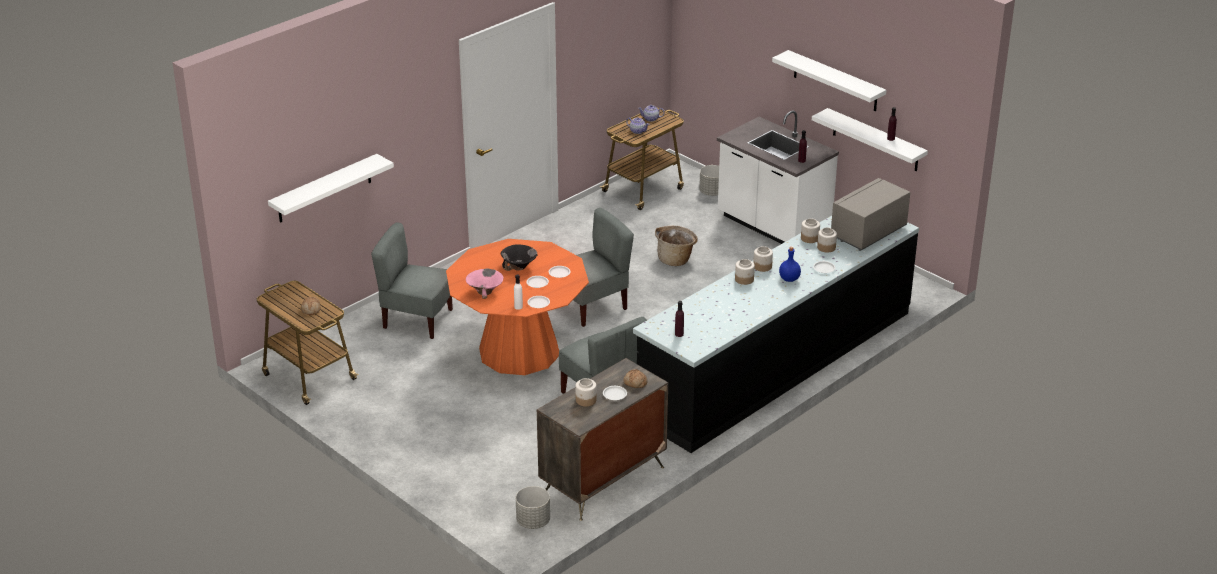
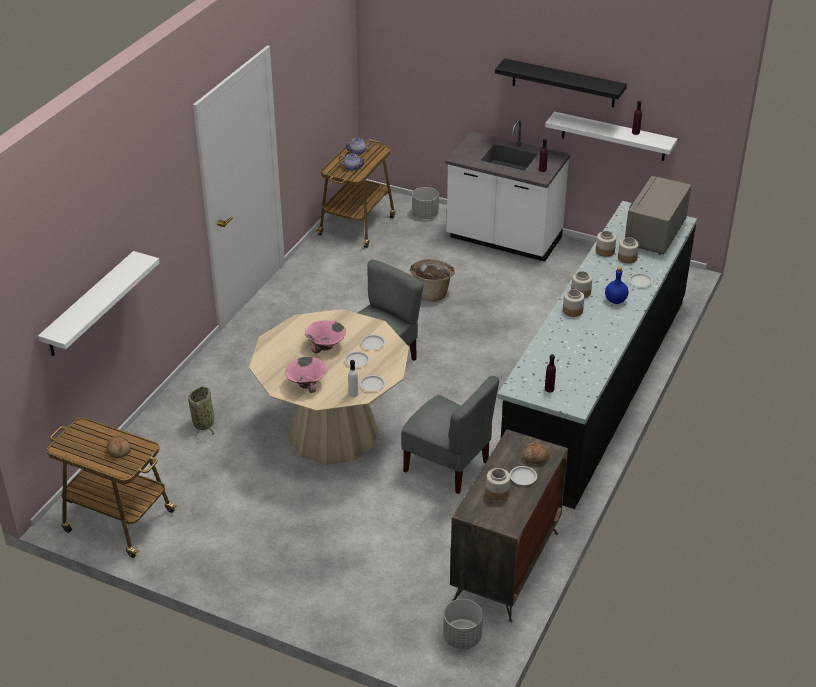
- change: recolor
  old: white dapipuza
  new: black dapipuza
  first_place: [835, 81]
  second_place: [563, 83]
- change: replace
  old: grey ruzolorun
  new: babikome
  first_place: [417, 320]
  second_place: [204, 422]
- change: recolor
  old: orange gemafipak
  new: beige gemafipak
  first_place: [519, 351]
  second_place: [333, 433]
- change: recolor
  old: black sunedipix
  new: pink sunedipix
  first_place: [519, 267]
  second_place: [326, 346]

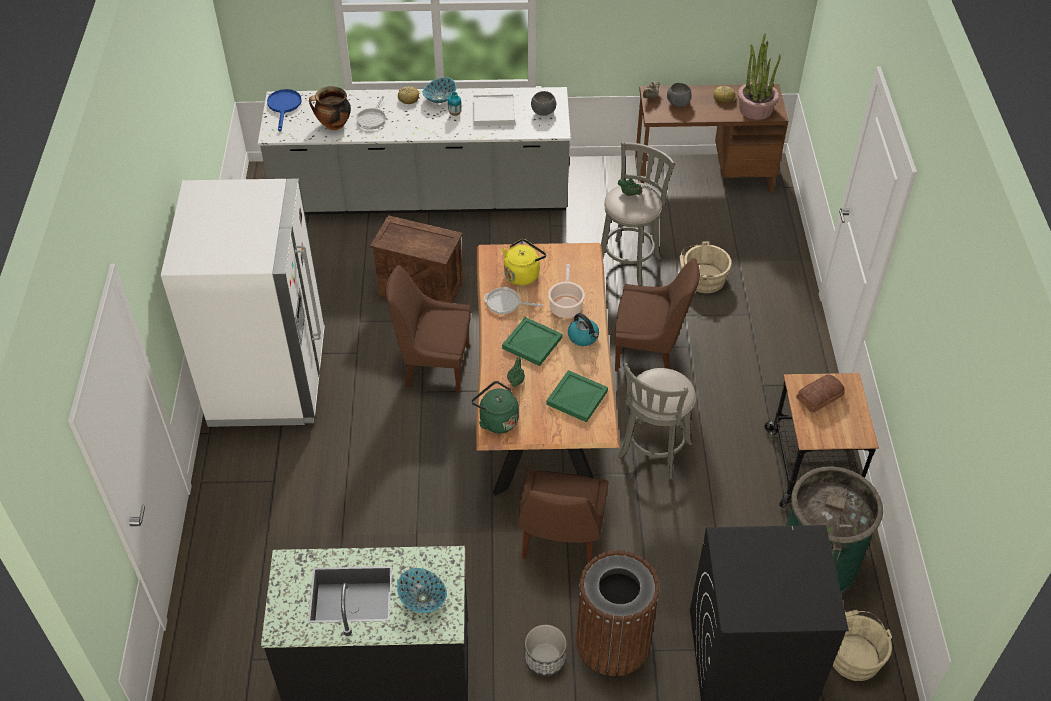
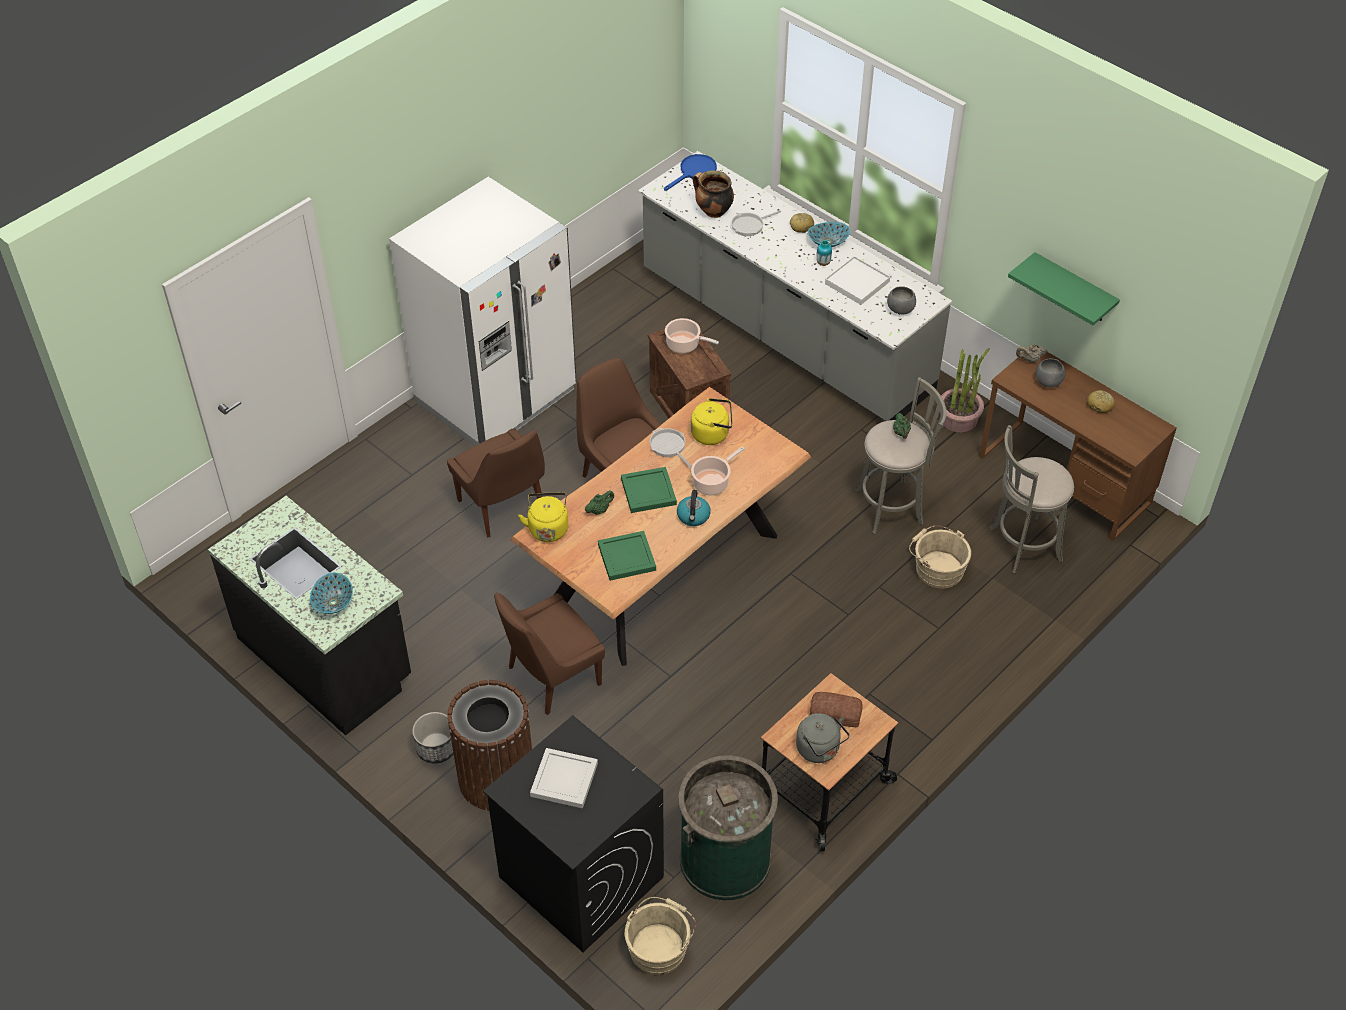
- change: move
  old: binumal
  first_place: [755, 108]
  second_place: [959, 418]
- change: move
  old: brown ruzolorun
  first_place: [649, 352]
  second_place: [503, 507]
- change: move
  old: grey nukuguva
  first_place: [653, 453]
  second_place: [1021, 545]
- change: recolor
  old: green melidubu
  new: yellow melidubu
  first_place: [496, 420]
  second_place: [548, 528]
- change: insert
  new: green dapipuza
  second_place: [1073, 289]
- change: insert
  new: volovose
  second_place: [684, 345]
- change: insert
  new: grey melidubu
  second_place: [820, 750]
- change: insert
  new: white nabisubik
  second_place: [565, 779]

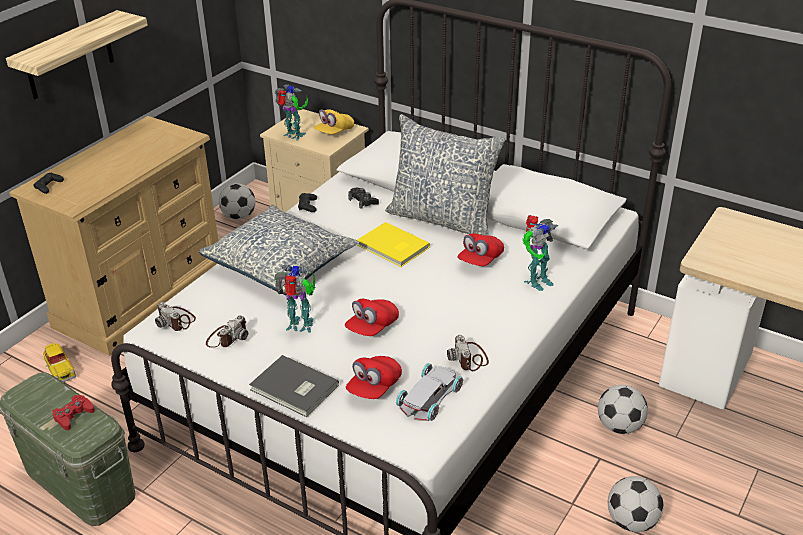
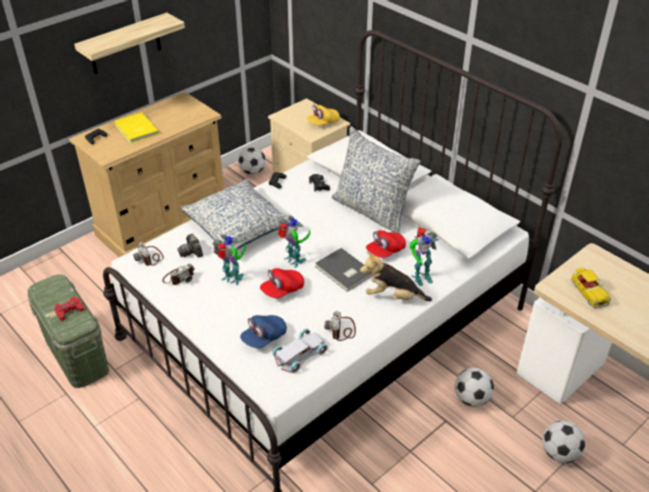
- change: move
  old: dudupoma
  first_place: [294, 136]
  second_place: [294, 261]
- change: move
  old: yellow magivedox
  first_place: [392, 247]
  second_place: [135, 130]
- change: move
  old: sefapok
  first_place: [60, 368]
  second_place: [588, 292]
- change: move
  old: grey magivedox
  first_place: [294, 389]
  second_place: [343, 272]
- change: recolor
  old: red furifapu
  new: blue furifapu
  first_place: [374, 387]
  second_place: [264, 338]
- change: move
  old: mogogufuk
  first_place: [631, 521]
  second_place: [559, 453]
- change: insert
  new: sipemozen
  second_place: [191, 252]
- change: insert
  new: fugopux
  second_place: [393, 296]

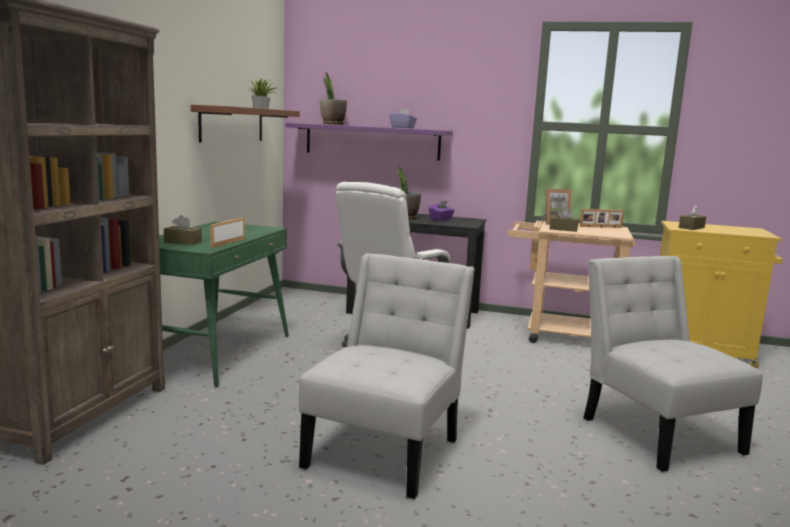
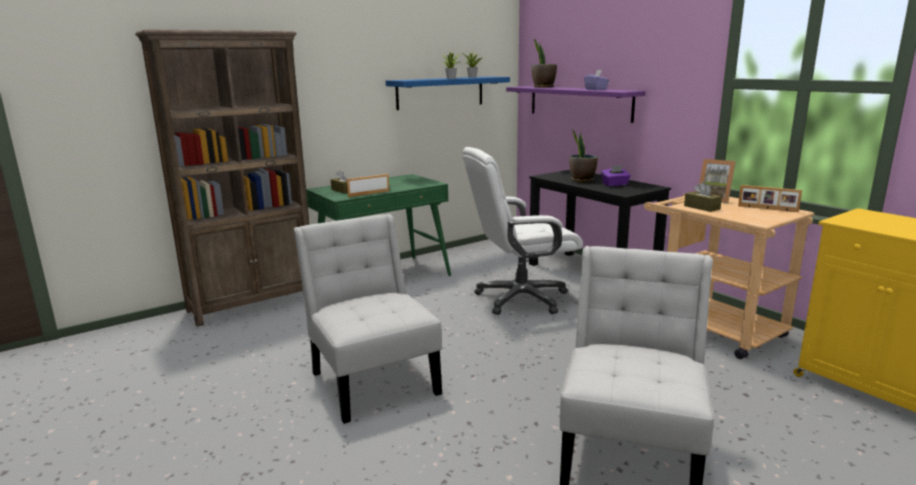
- change: recolor
  old: brown dapipuza
  new: blue dapipuza
  first_place: [232, 124]
  second_place: [440, 92]
- change: delete
  old: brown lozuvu
  first_place: [691, 228]
- change: rotate
  old: white ruzolorun
  first_place: [386, 449]
  second_place: [372, 379]
  degrees: -90

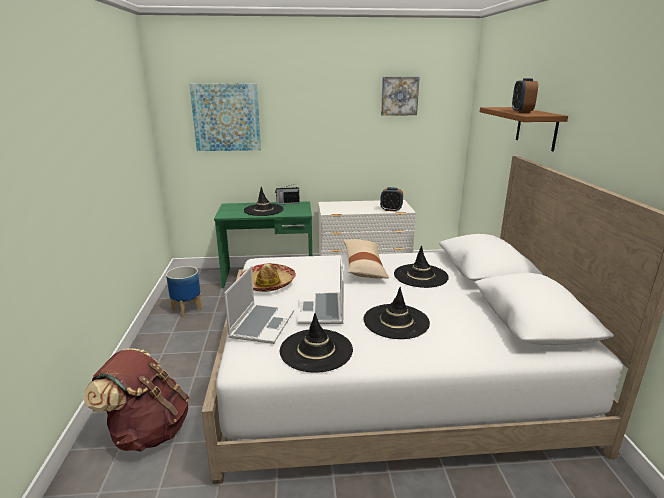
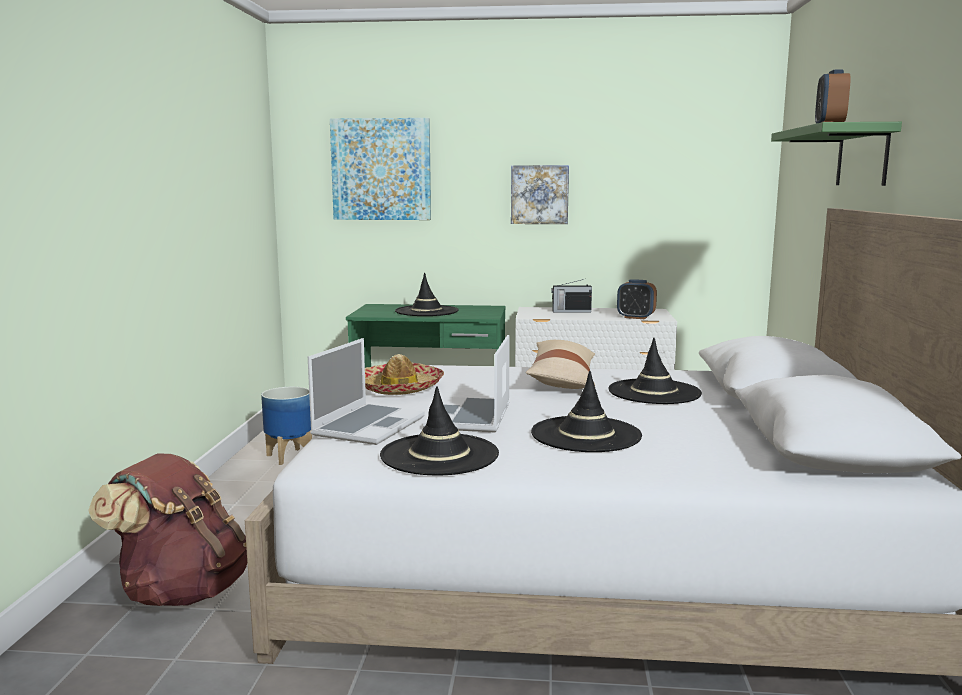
- change: move
  old: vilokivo
  first_place: [399, 96]
  second_place: [539, 194]
- change: recolor
  old: brown dapipuza
  new: green dapipuza
  first_place: [536, 128]
  second_place: [862, 156]
- change: move
  old: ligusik
  first_place: [287, 203]
  second_place: [570, 311]

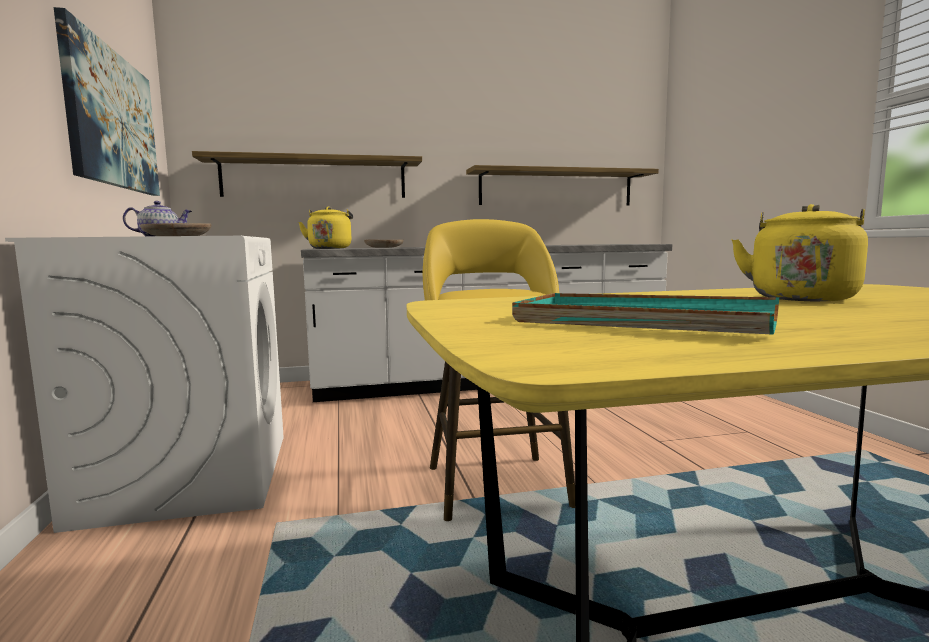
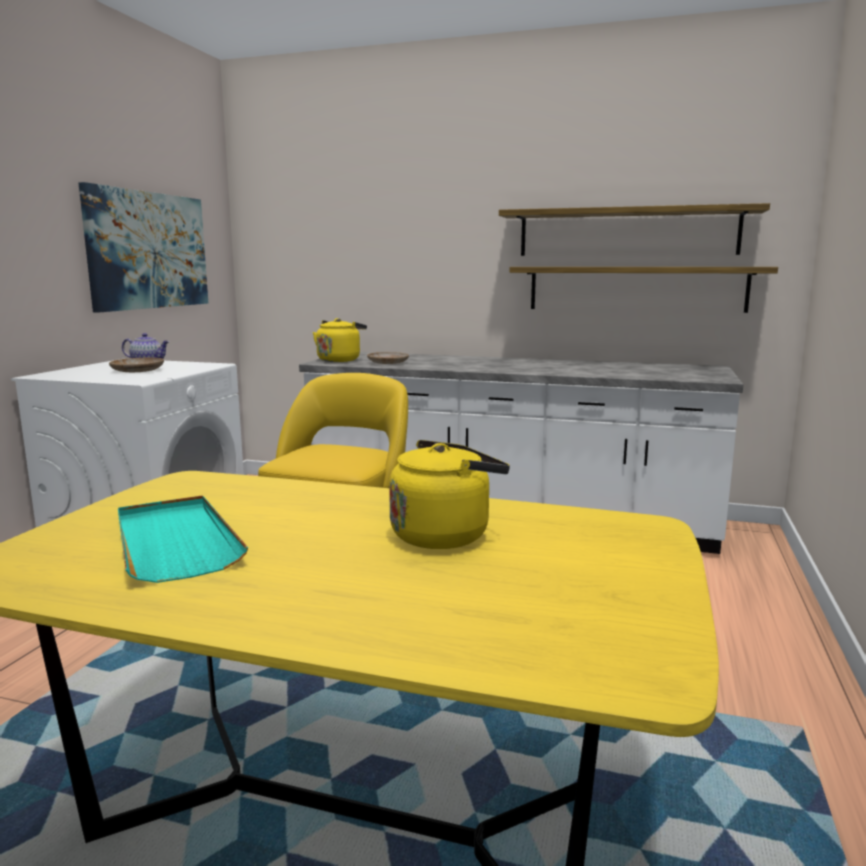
- change: move
  old: dapipuza
  first_place: [315, 178]
  second_place: [627, 232]

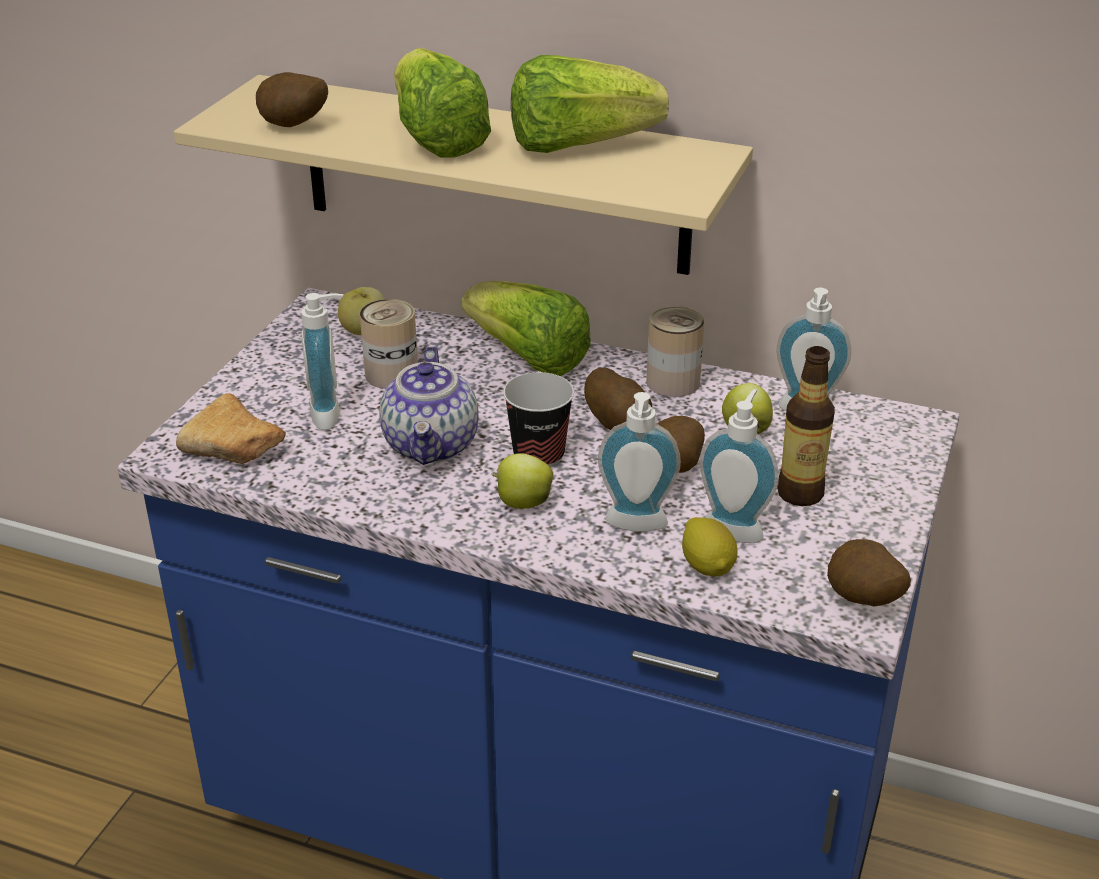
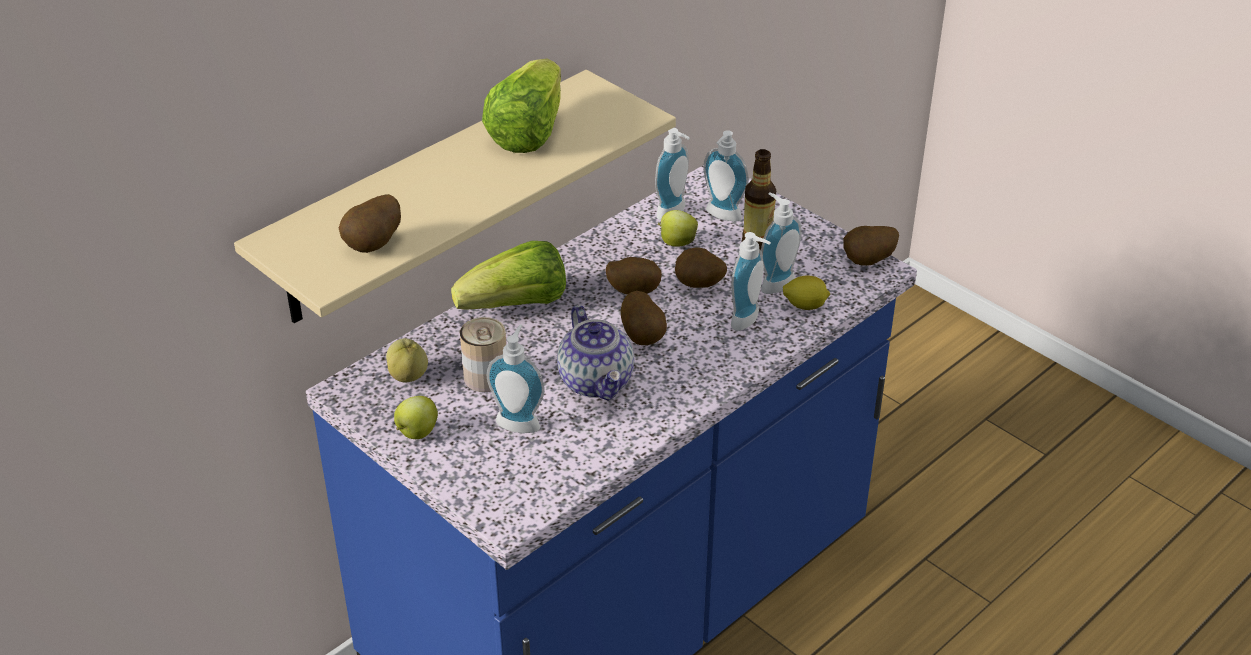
- change: delete
  old: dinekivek
  first_place: [436, 139]
- change: delete
  old: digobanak
  first_place: [673, 382]
- change: rotate
  old: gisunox
  first_place: [432, 445]
  second_place: [597, 381]
  degrees: 45
- change: replace
  old: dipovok
  new: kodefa
  first_place: [539, 455]
  second_place: [644, 337]
- change: delete
  old: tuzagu
  first_place: [238, 450]
- change: move
  old: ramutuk
  first_place: [522, 503]
  second_place: [416, 433]
- change: insert
  new: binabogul
  second_place: [721, 216]

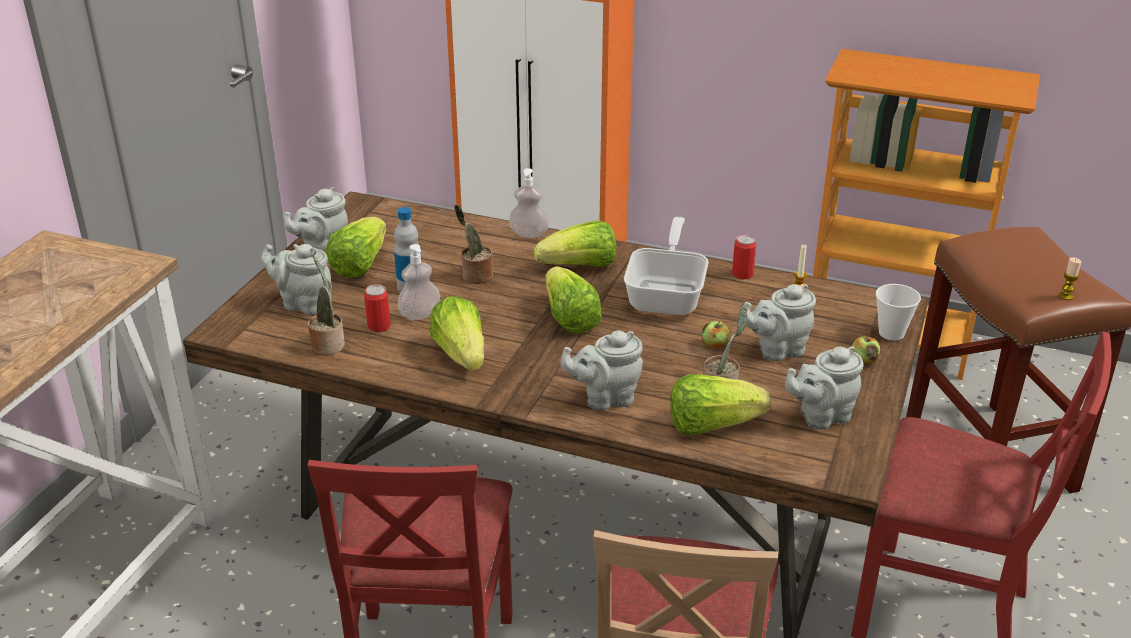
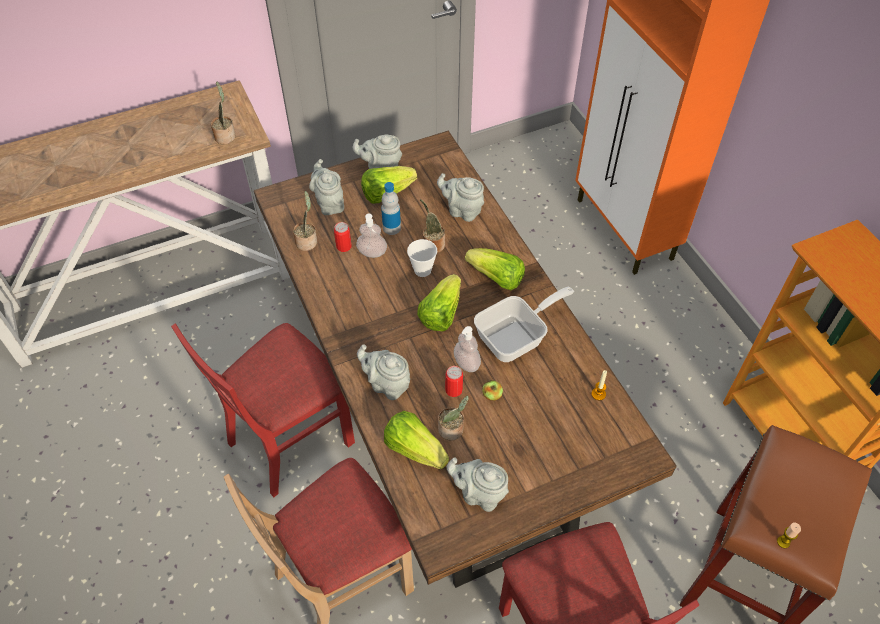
- change: move
  old: binabogul
  first_place: [529, 234]
  second_place: [466, 363]
- change: move
  old: digobanak
  first_place: [742, 274]
  second_place: [453, 390]
- change: move
  old: grey gisunox
  first_place: [777, 350]
  second_place: [462, 211]
- change: move
  old: dipovok
  first_place: [891, 333]
  second_place: [422, 270]
- change: delete
  old: dinekivek
  first_place: [461, 354]
- change: delete
  old: ramutuk
  first_place: [863, 360]
- change: insert
  new: binumal
  second_place: [225, 136]

